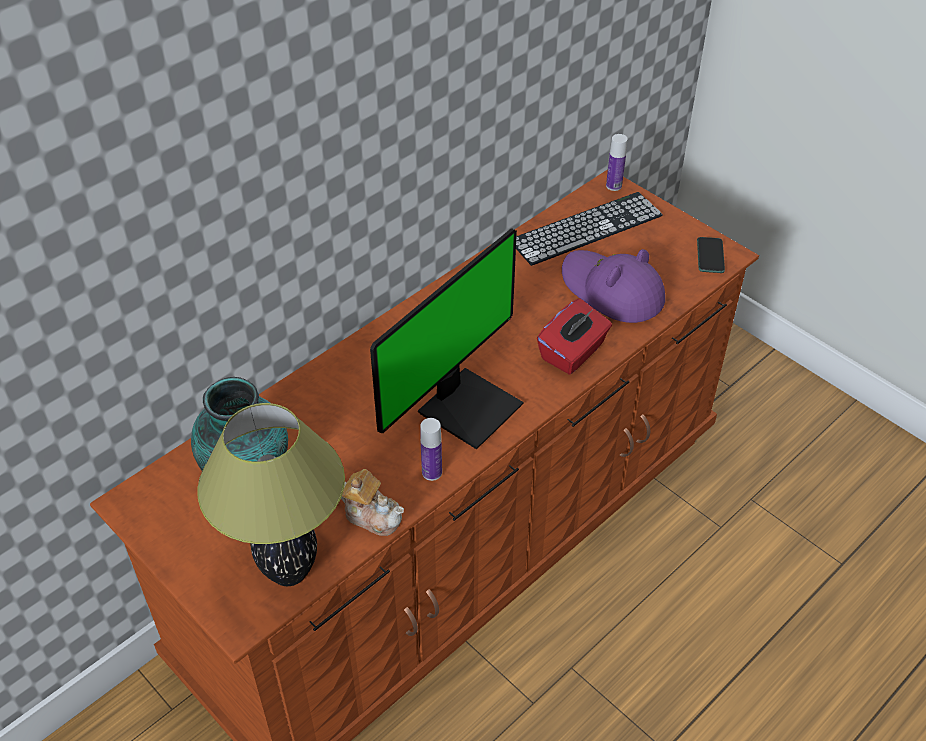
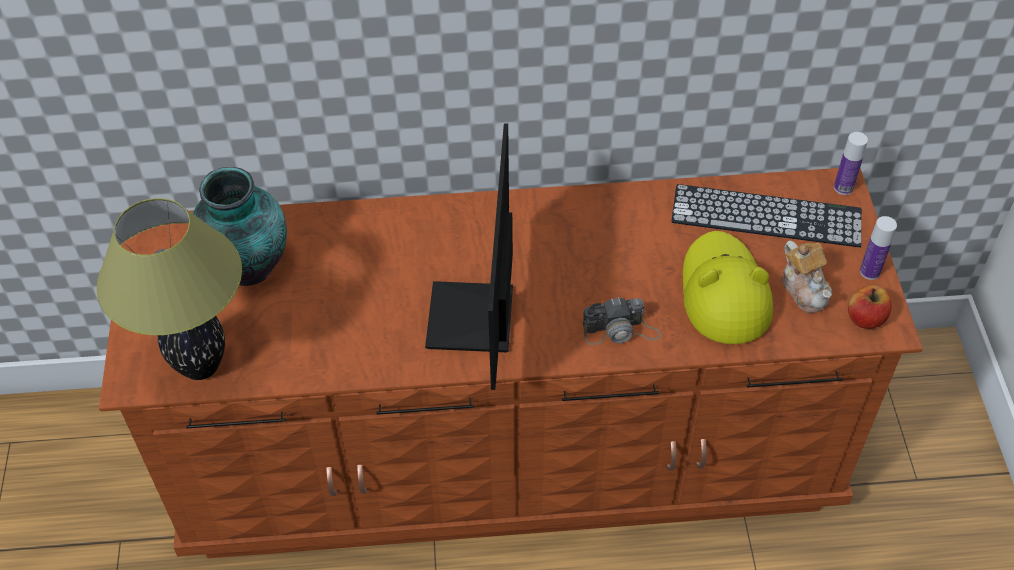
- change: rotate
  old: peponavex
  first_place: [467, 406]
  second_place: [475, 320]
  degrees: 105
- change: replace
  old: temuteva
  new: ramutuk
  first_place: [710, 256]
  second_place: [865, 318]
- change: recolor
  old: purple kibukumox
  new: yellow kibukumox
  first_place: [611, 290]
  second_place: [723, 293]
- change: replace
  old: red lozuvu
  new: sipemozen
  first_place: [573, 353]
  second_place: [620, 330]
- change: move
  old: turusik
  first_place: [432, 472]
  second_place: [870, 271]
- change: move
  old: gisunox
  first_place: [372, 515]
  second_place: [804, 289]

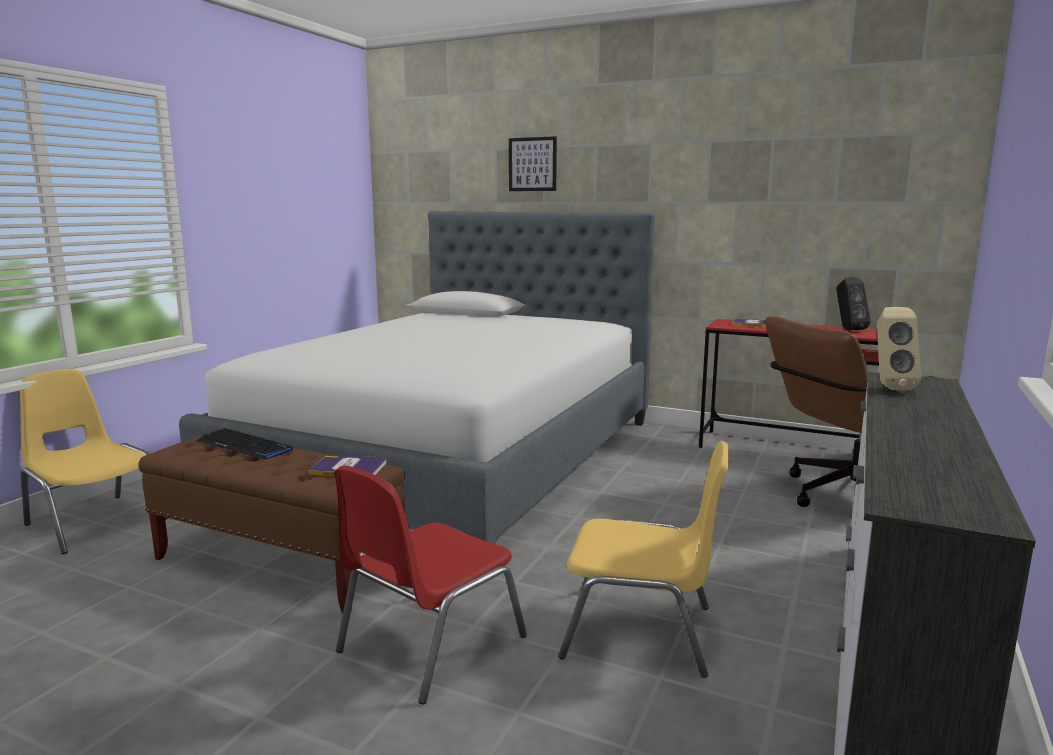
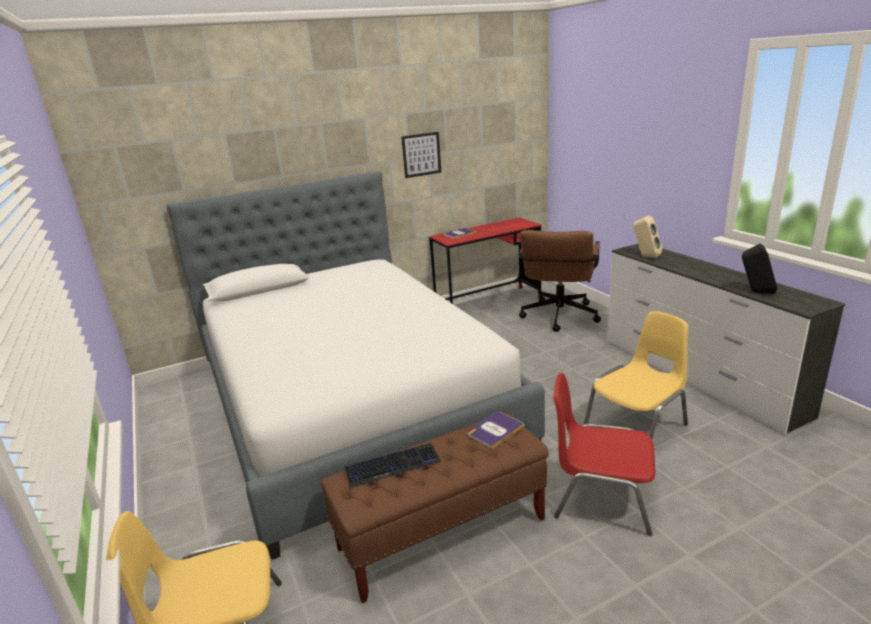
- change: move
  old: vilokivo
  first_place: [532, 164]
  second_place: [421, 154]
- change: move
  old: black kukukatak
  first_place: [848, 329]
  second_place: [756, 292]
- change: rotate
  old: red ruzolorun
  first_place: [428, 644]
  second_place: [601, 496]
  degrees: 120

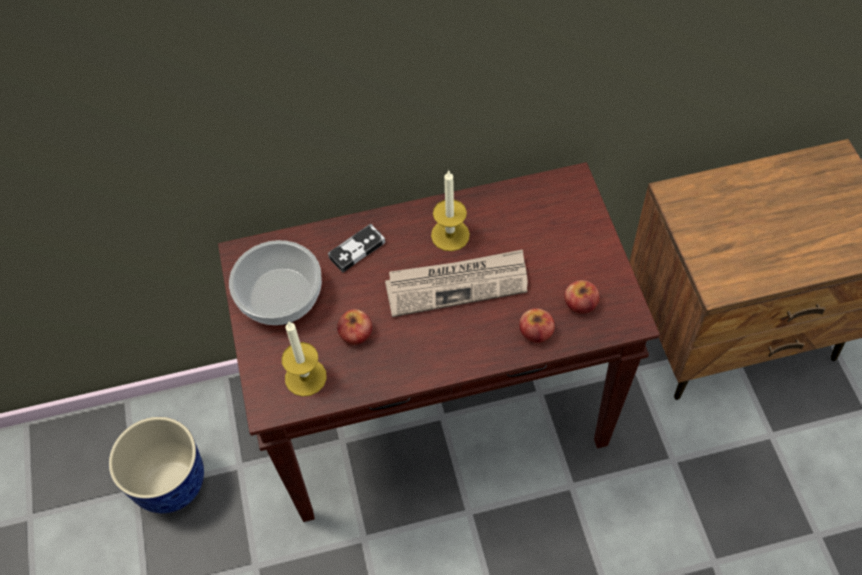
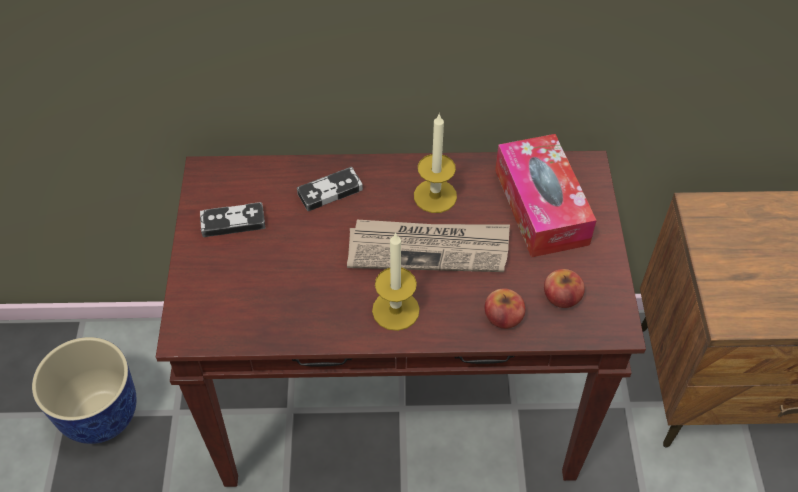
- change: replace
  old: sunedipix
  new: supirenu
  first_place: [279, 296]
  second_place: [233, 222]
- change: delete
  old: ramutuk
  first_place: [356, 333]
- change: move
  old: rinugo
  first_place: [305, 377]
  second_place: [395, 310]
- change: insert
  new: lozuvu
  second_place: [541, 206]

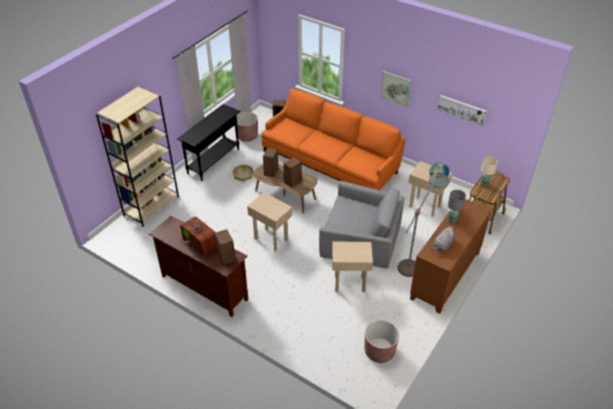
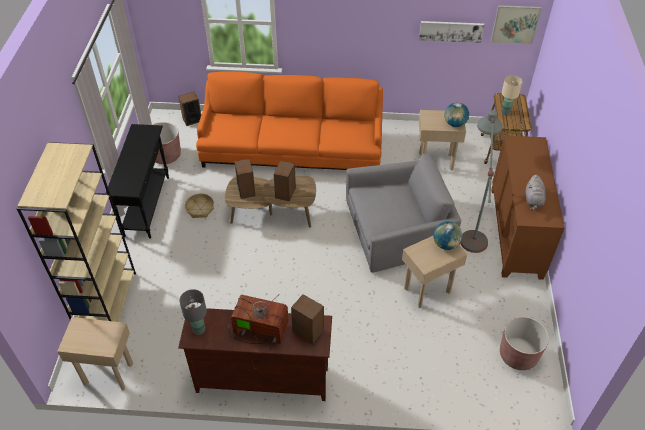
- change: move
  old: vilokivo
  first_place: [396, 89]
  second_place: [515, 24]
- change: move
  old: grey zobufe
  first_place: [452, 220]
  second_place: [199, 329]
- change: move
  old: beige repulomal
  first_place: [271, 239]
  second_place: [108, 373]
- change: insert
  new: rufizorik
  second_place: [446, 244]

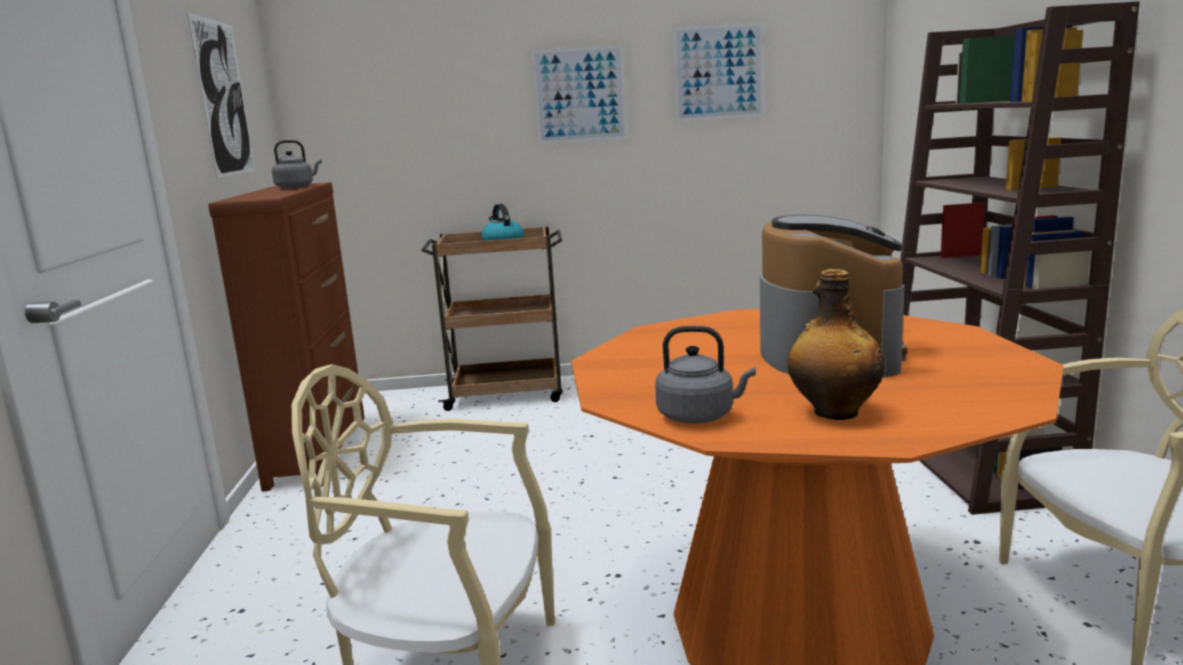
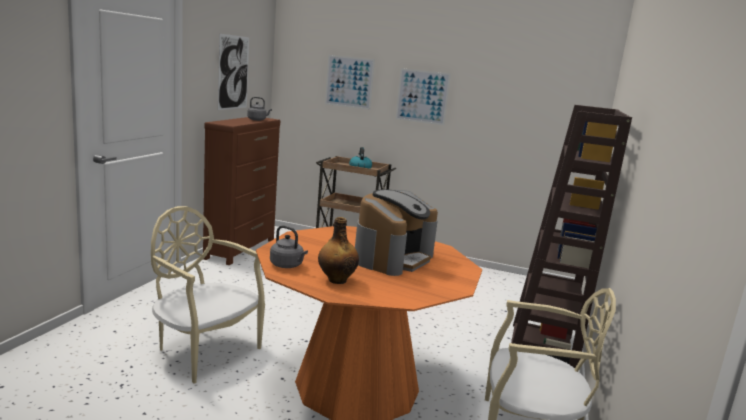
- change: move
  old: vilokivo
  first_place: [718, 72]
  second_place: [349, 82]

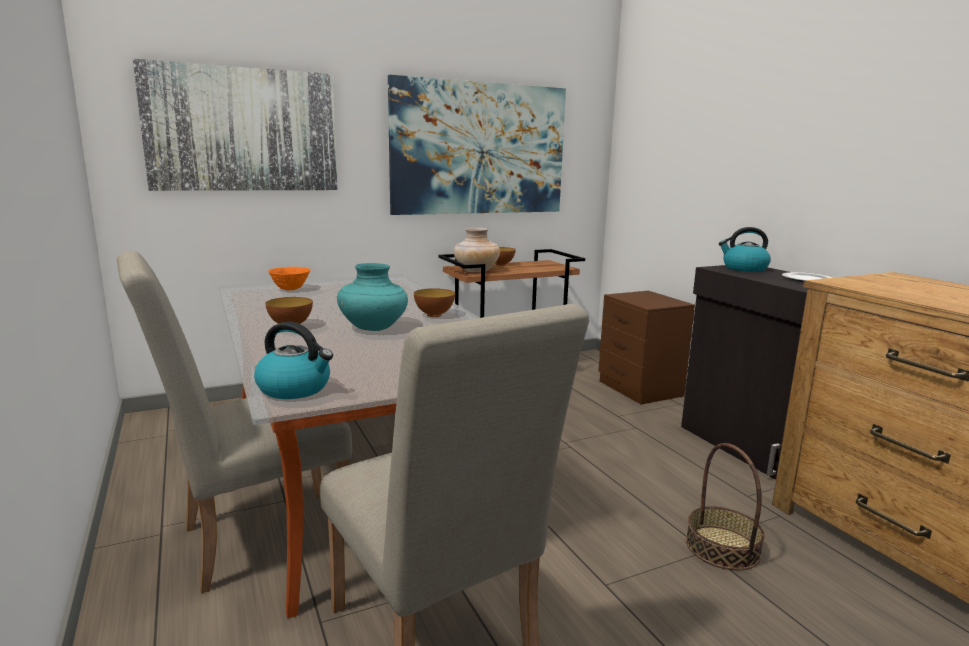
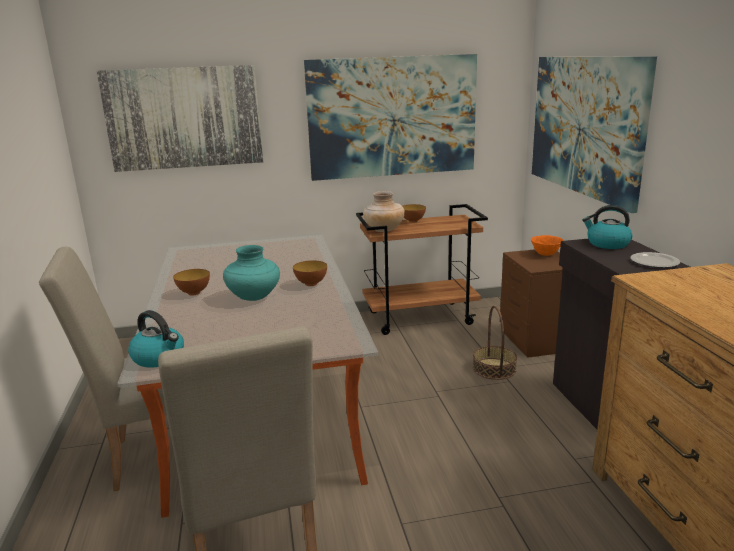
- change: move
  old: orange sunedipix
  first_place: [291, 289]
  second_place: [546, 254]
- change: move
  old: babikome
  first_place: [722, 547]
  second_place: [494, 368]
- change: insert
  new: vilokivo
  second_place: [585, 126]

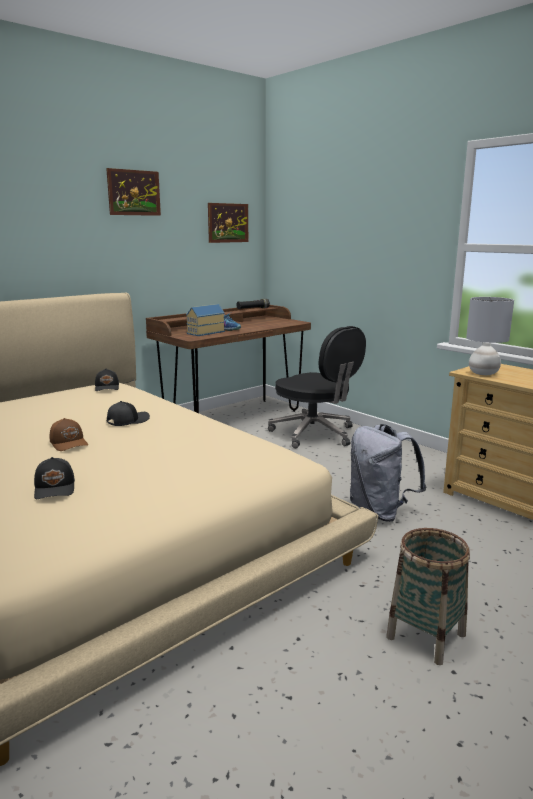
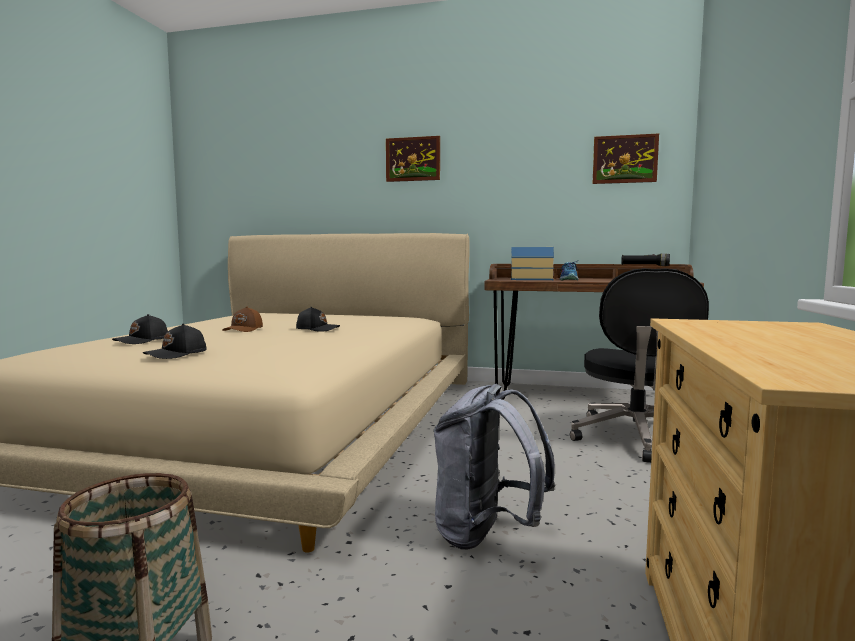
- change: move
  old: vilokivo
  first_place: [134, 192]
  second_place: [413, 159]
- change: delete
  old: grey zobufe
  first_place: [483, 373]
- change: move
  old: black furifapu
  first_place: [107, 387]
  second_place: [177, 354]

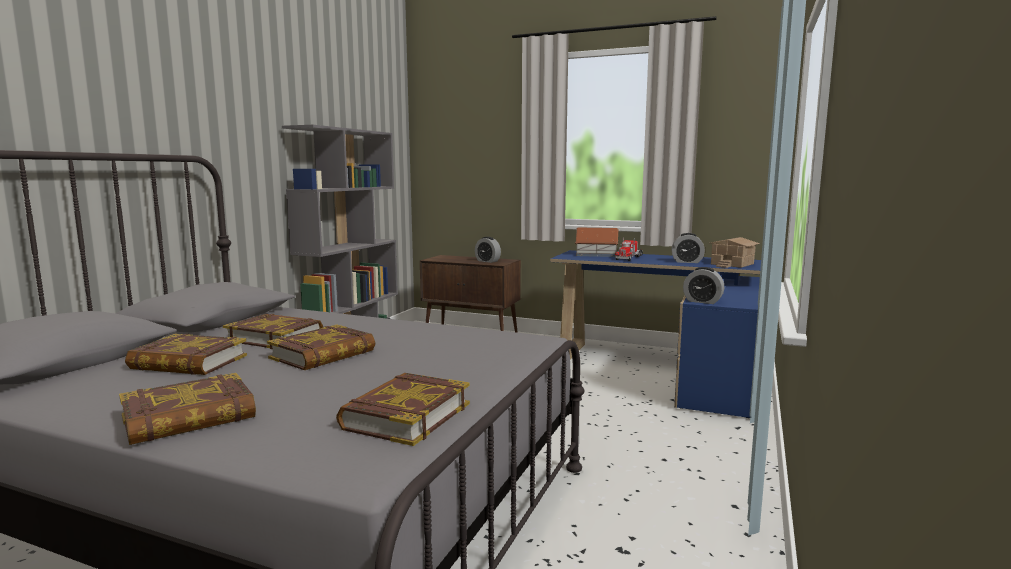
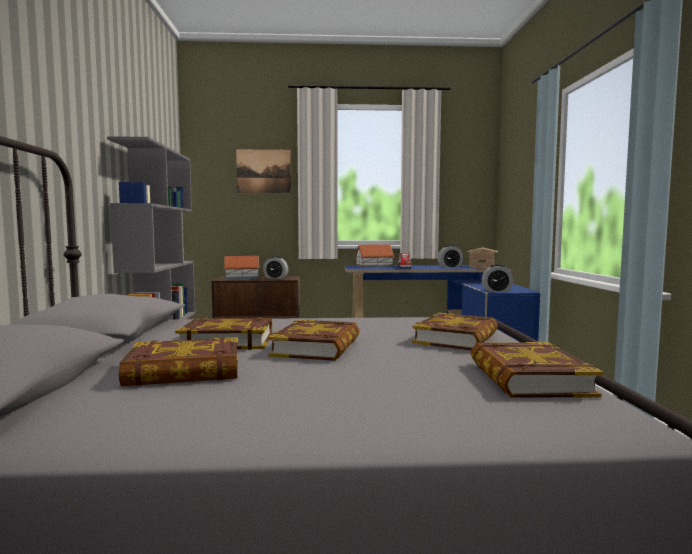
- change: move
  old: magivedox
  first_place: [189, 417]
  second_place: [456, 338]
- change: insert
  new: vilokivo
  second_place: [263, 171]
- change: insert
  new: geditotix
  second_place: [241, 278]

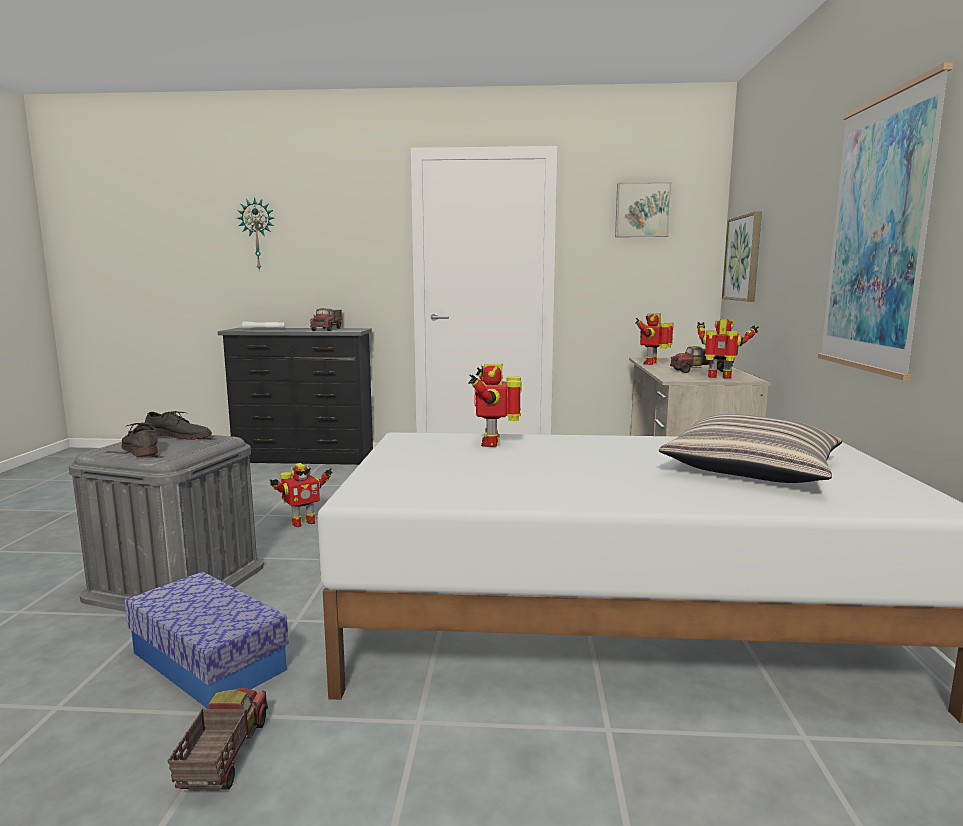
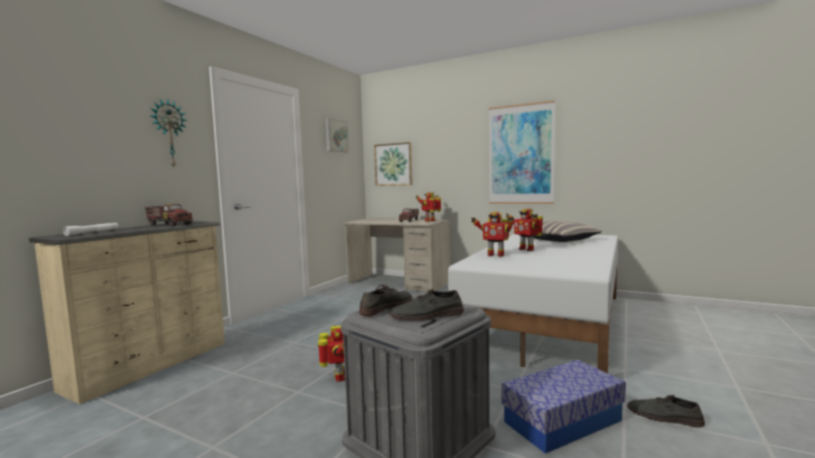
- change: move
  old: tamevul
  first_place: [258, 234]
  second_place: [168, 134]
- change: move
  old: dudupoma
  first_place: [652, 363]
  second_place: [526, 249]
- change: recolor
  old: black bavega
  new: beige bavega
  first_place: [304, 458]
  second_place: [152, 365]
- change: replace
  old: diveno
  new: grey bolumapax
  first_place: [223, 756]
  second_place: [664, 417]

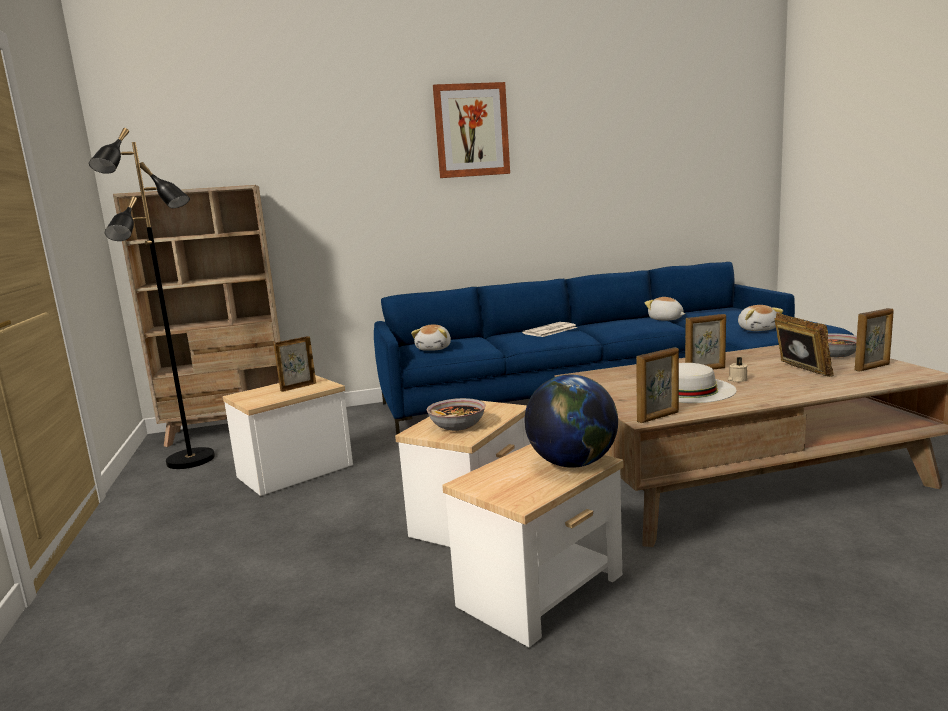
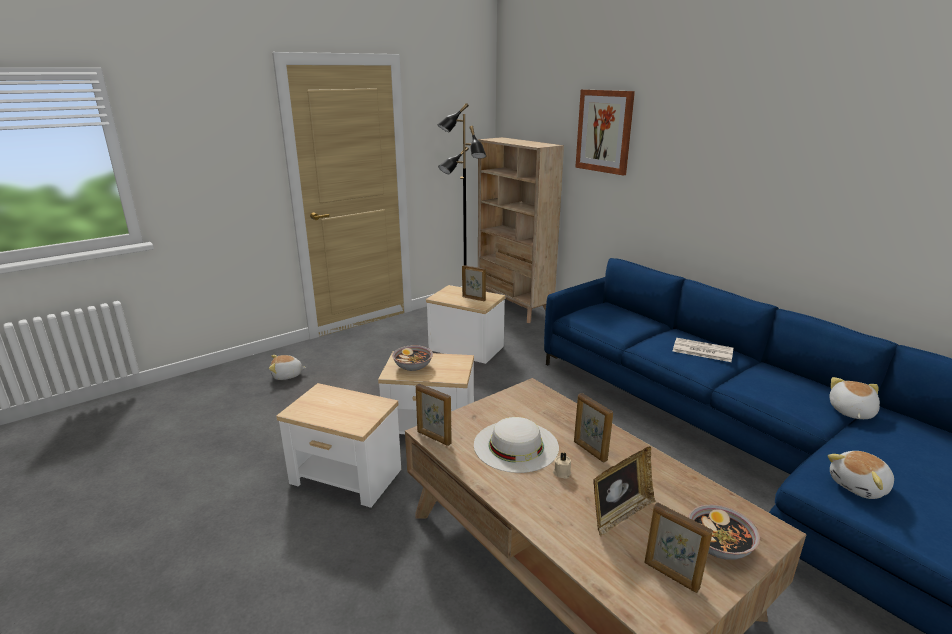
- change: move
  old: vilokivo
  first_place: [471, 130]
  second_place: [604, 131]
- change: move
  old: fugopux
  first_place: [434, 348]
  second_place: [287, 375]
- change: delete
  old: rufizorik
  first_place: [573, 463]

